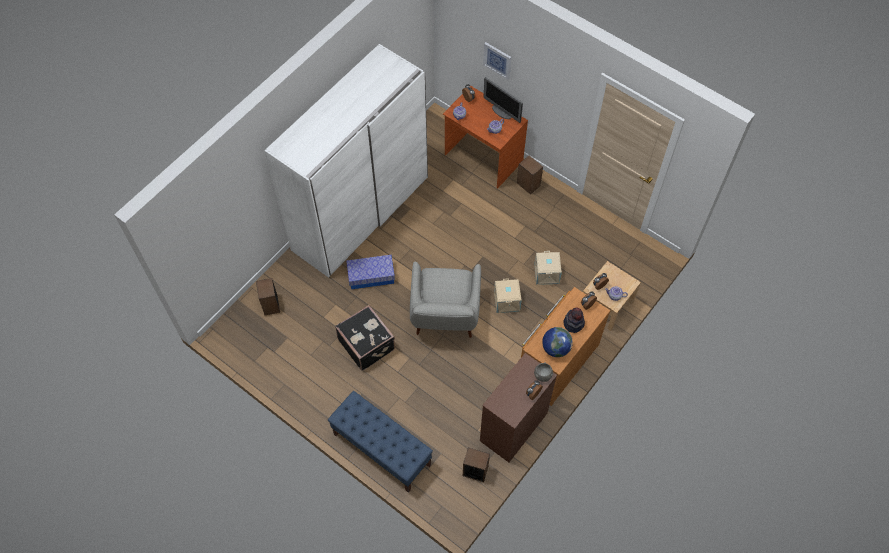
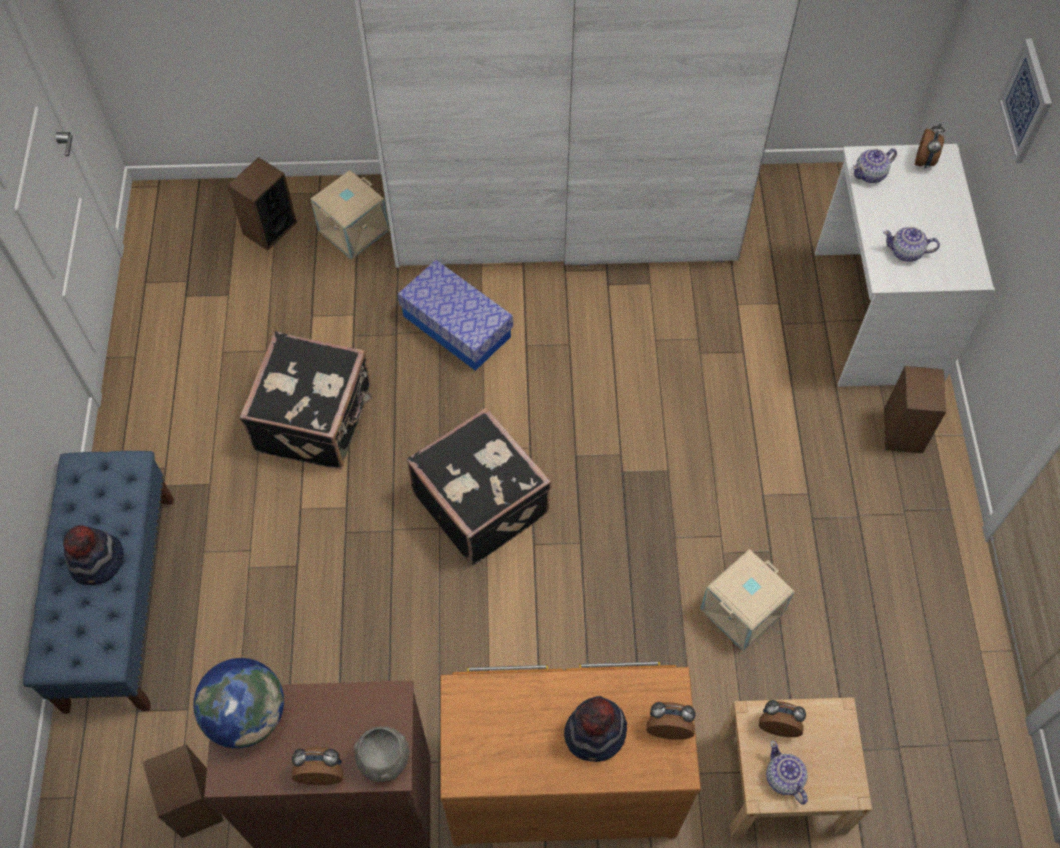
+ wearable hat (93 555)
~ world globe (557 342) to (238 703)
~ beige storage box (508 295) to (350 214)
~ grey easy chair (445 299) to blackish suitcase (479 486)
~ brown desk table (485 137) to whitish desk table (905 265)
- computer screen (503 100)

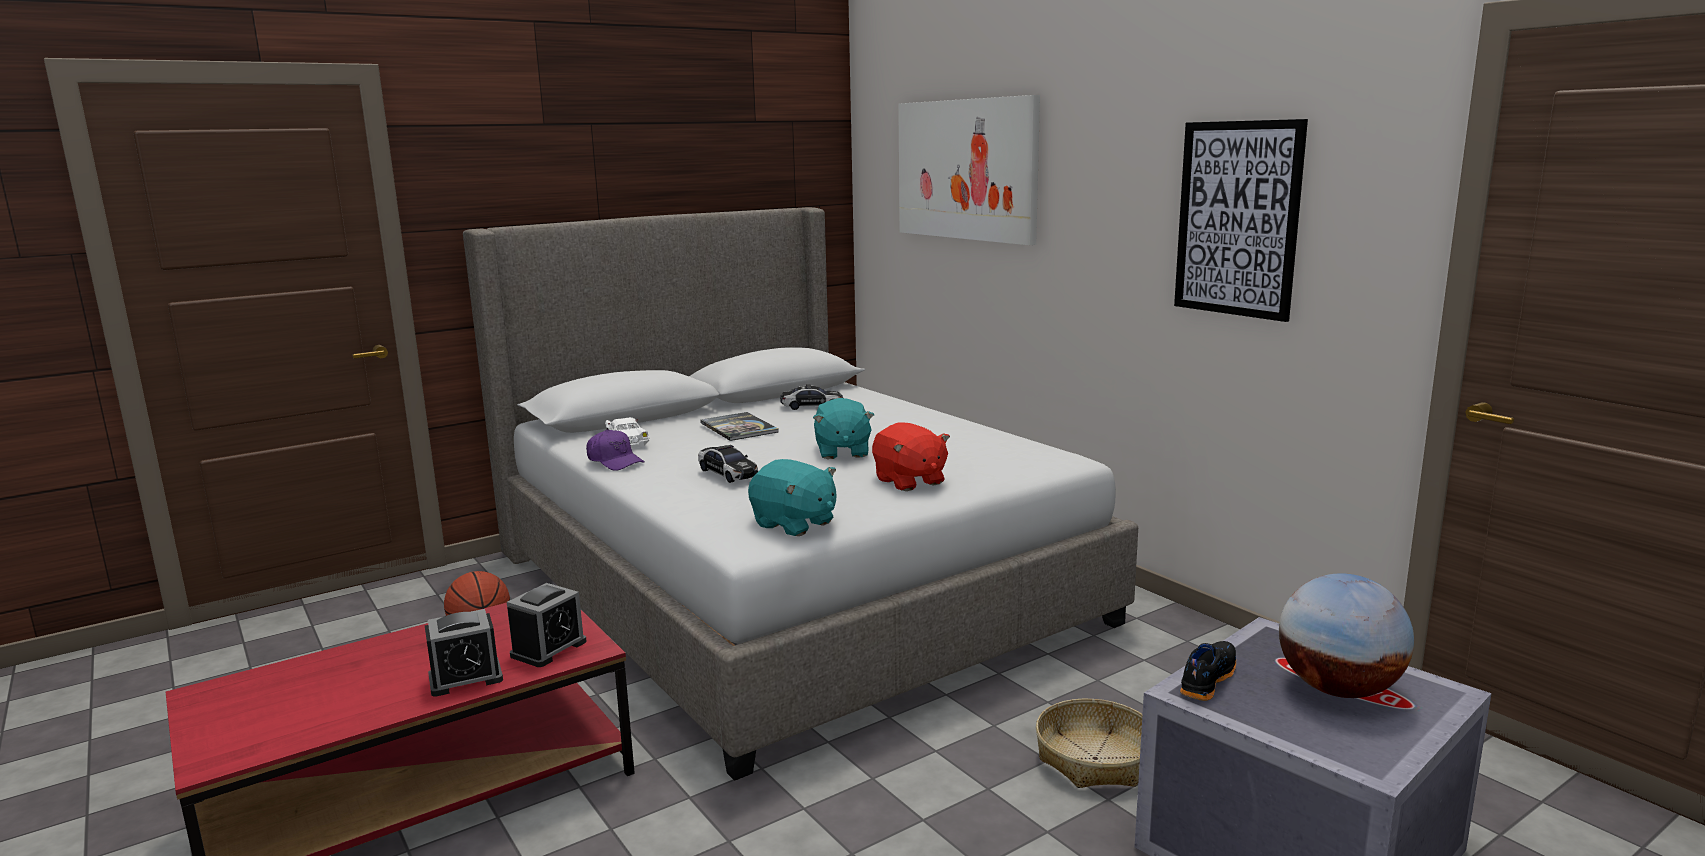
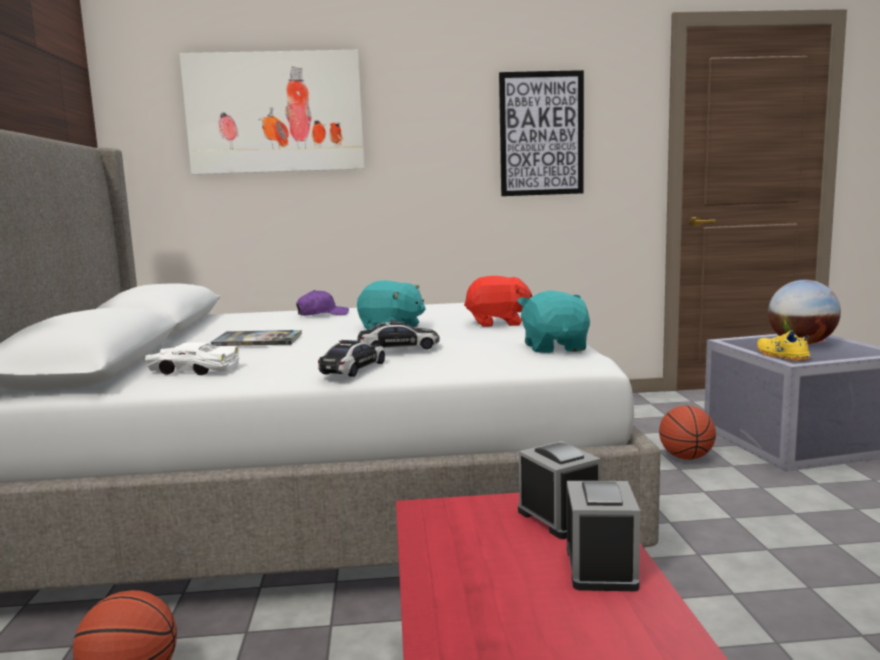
~ purple-coloured baseball cap (615 450) to (322 303)
~ toy car (811 397) to (351 358)
~ turquoise plush toy (792 497) = (553 321) 75 degrees counterclockwise
~ storage basket (1089 743) to basketball (687 432)
~ blackish item of footwear (1208 671) to yellow-coloured item of footwear (784 345)

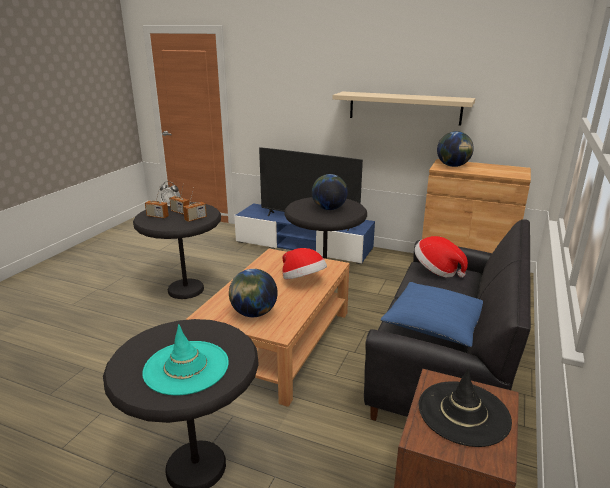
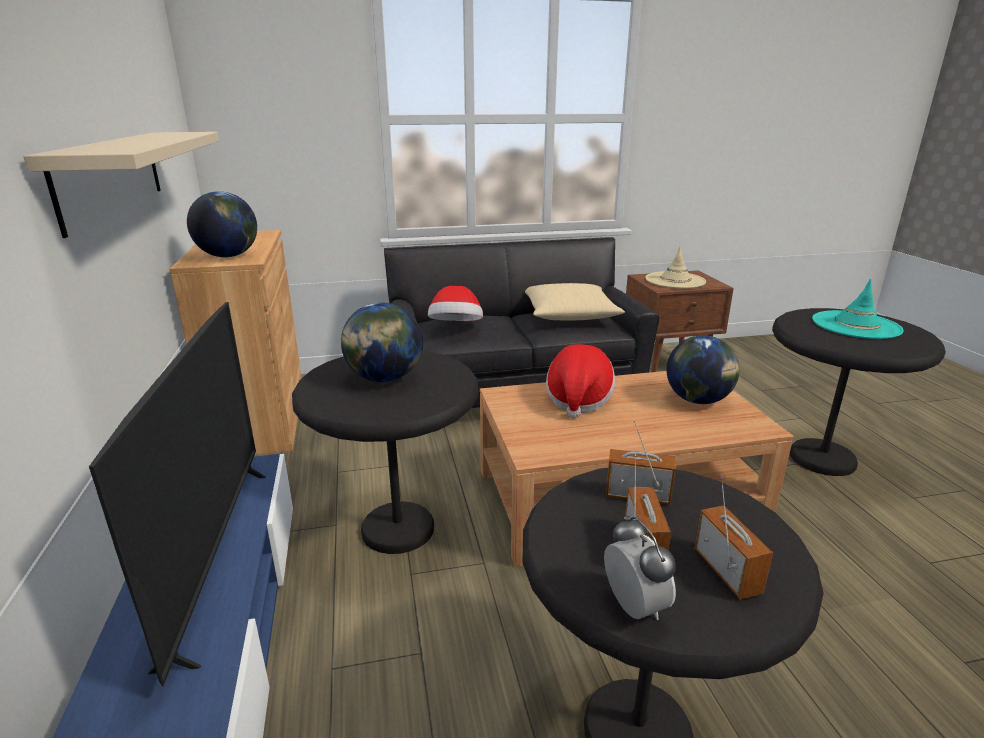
~ blue-coloured pillow (431 314) to beige pillow (575 301)
~ blackish wearable hat (465 407) to beige wearable hat (675 267)

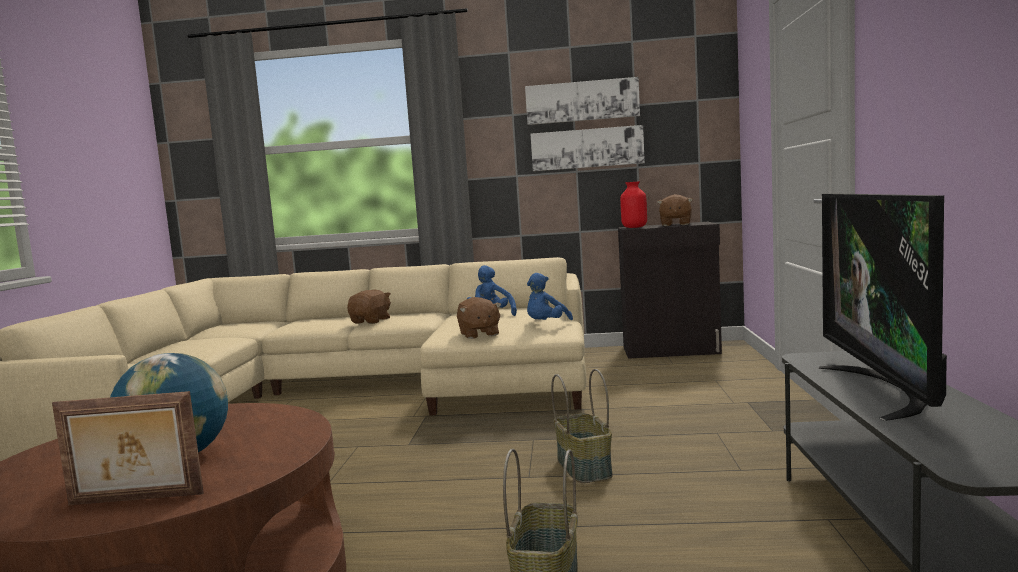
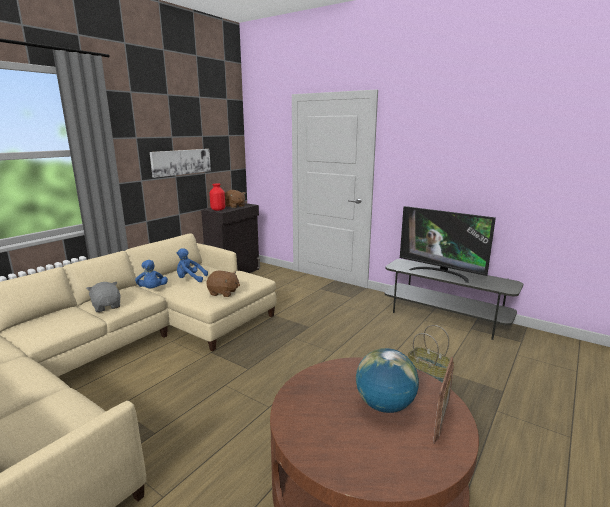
~ brown plush toy (369 306) to grey plush toy (103 297)
~ blue-coloured plush toy (550 296) to (151 274)
- picture (582 101)
- storage basket (582 426)

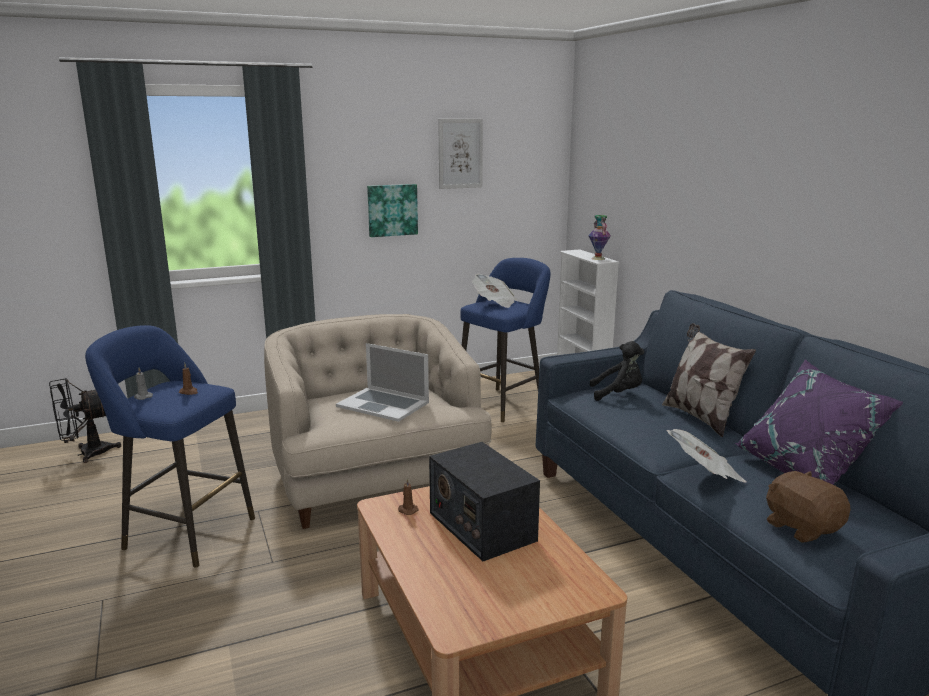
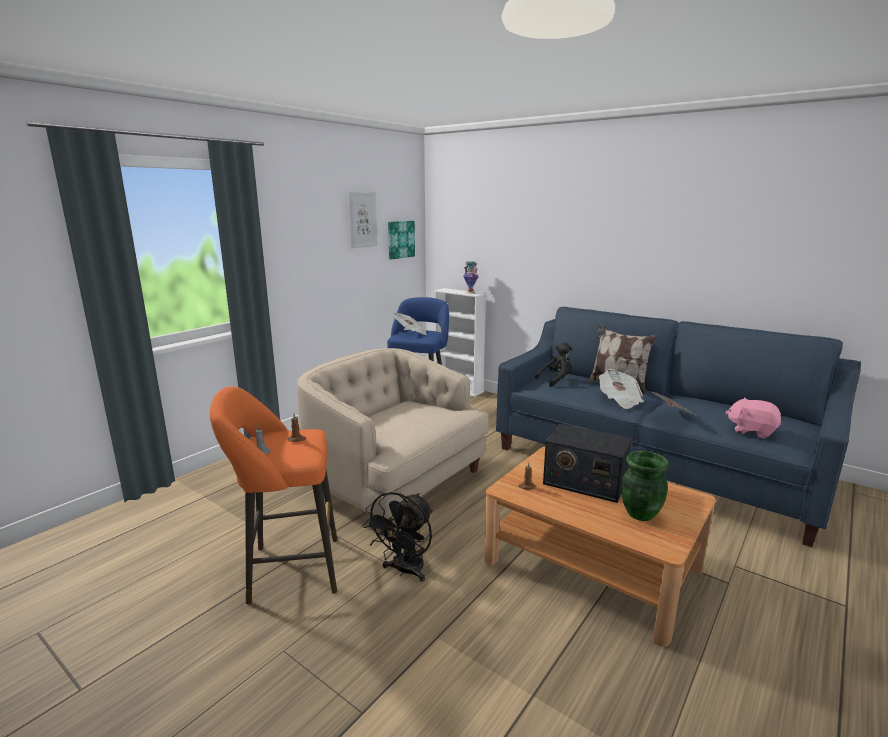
~ blue-coloured sitting stool (170 446) to orange sitting stool (273 495)
~ blackish fan (85 420) to (397 537)
~ picture (392 210) to (401 240)
+ newspaper (621 389)
+ greenish flower vase (645 486)
~ brown plush toy (808 506) to pinkish plush toy (753 418)
- notebook computer (382 382)
- purple-coloured pillow (819 422)

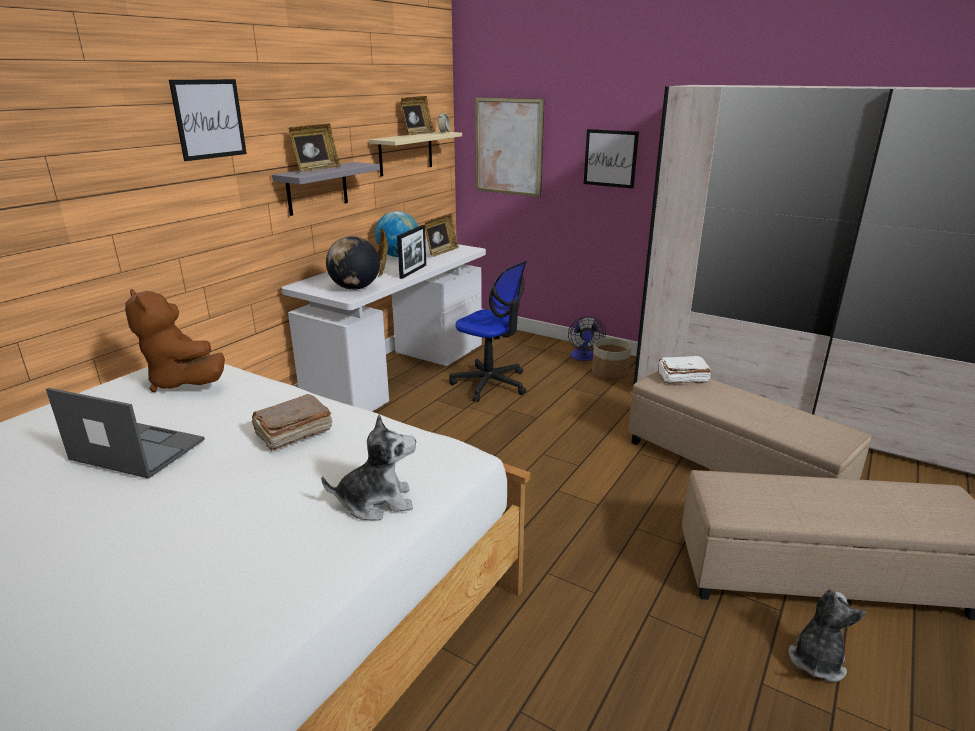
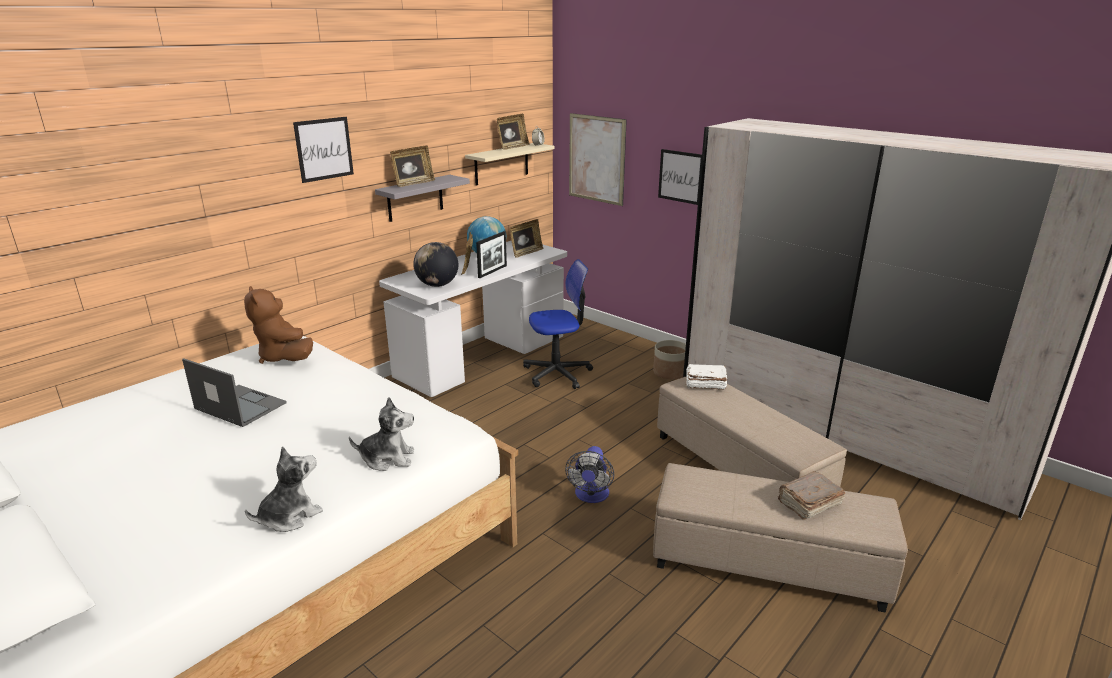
~ plush toy (827 635) to (284 489)
~ desk chair (488 331) = (558 324) 60 degrees counterclockwise
~ fan (587 338) to (589 474)
~ brown book (291 422) to (811 495)

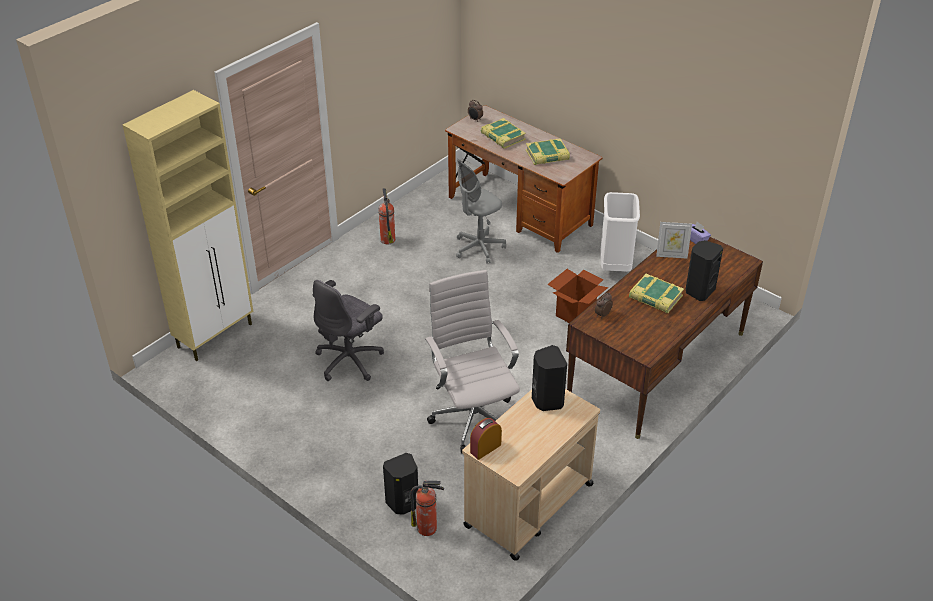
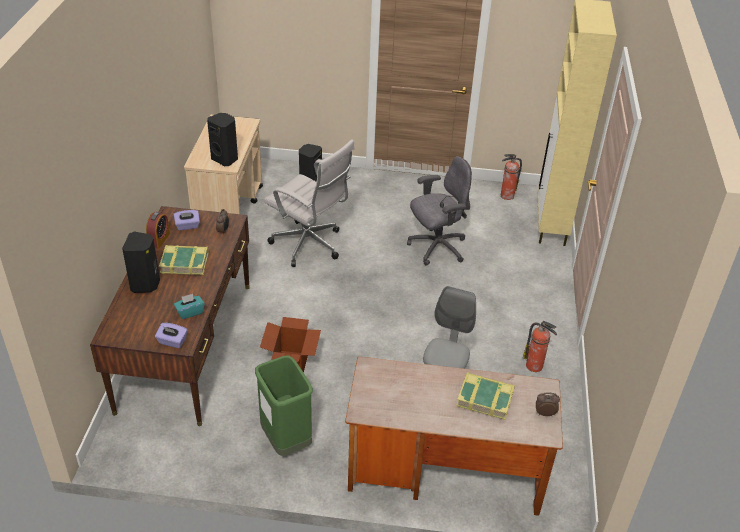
~ table clock (486 439) to (158 230)
+ purple-coloured box of tissues (187 220)
~ picture frame (674 240) to turquoise box of tissues (189 306)
~ whitish trash can (620 232) to greenish trash can (284 405)
~ grey desk chair (348 330) = (439 211) 60 degrees clockwise
~ extinguisher (427 508) to (511 177)
- book (548 151)

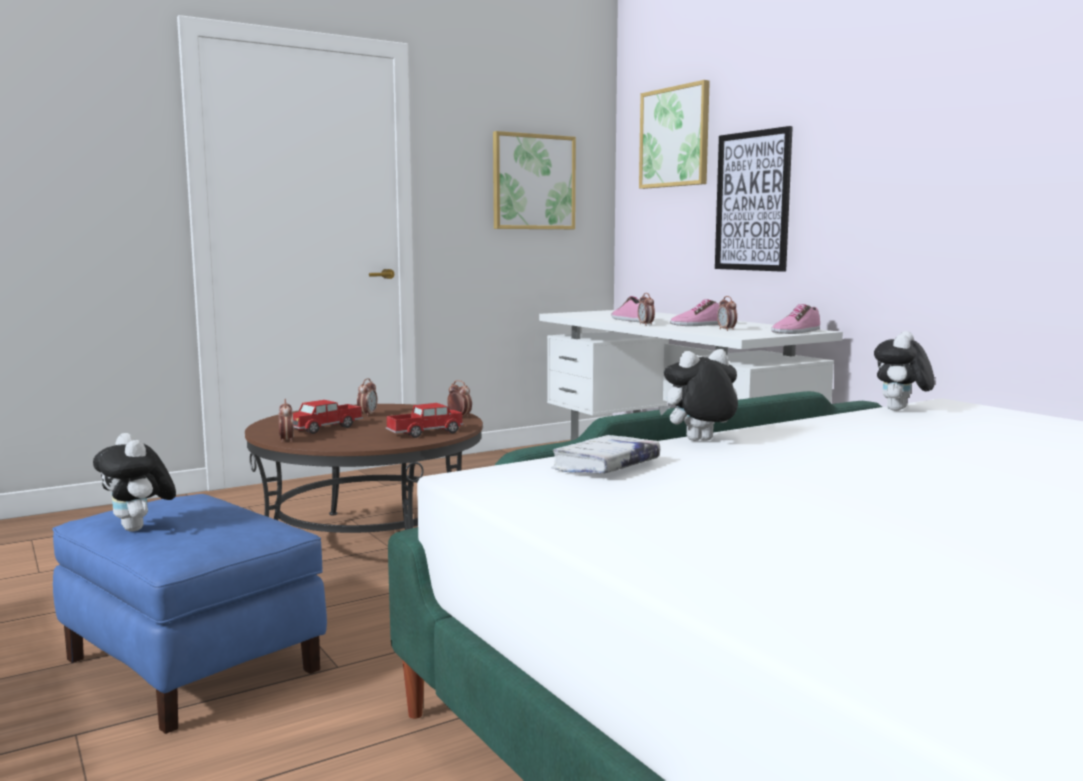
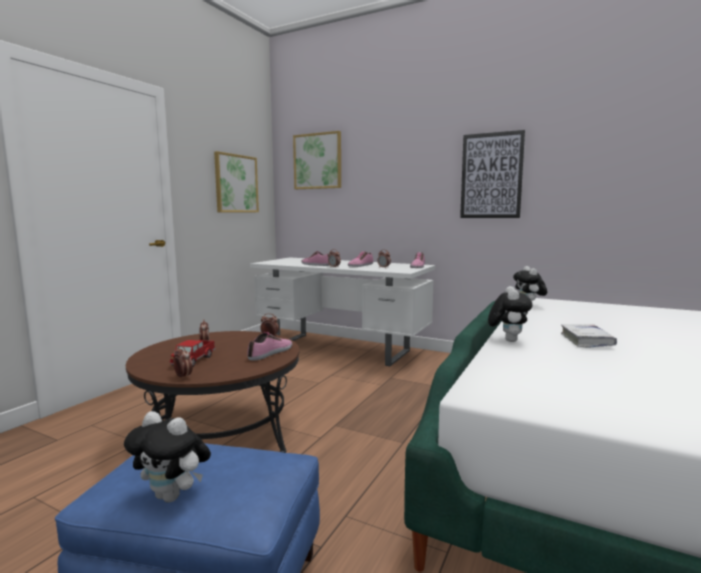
~ toy lorry (425 420) to item of footwear (269 346)
~ picture (754 199) to (492 174)
~ plush toy (698 395) = (510 314) 150 degrees clockwise
~ whitish book (606 454) to (589 336)

